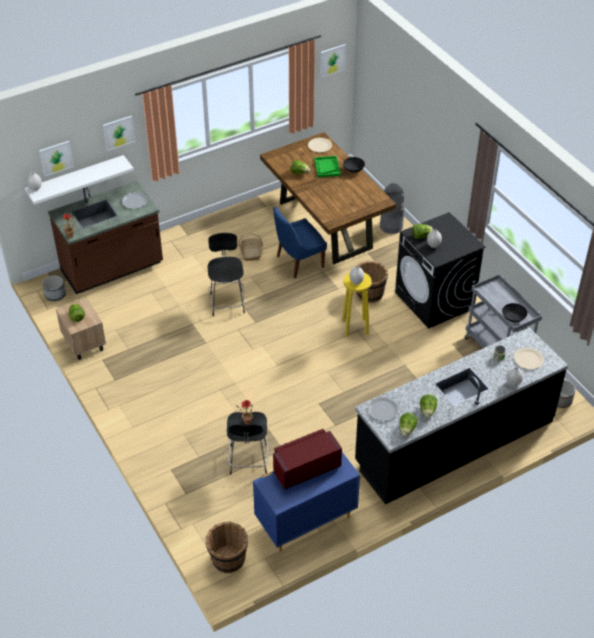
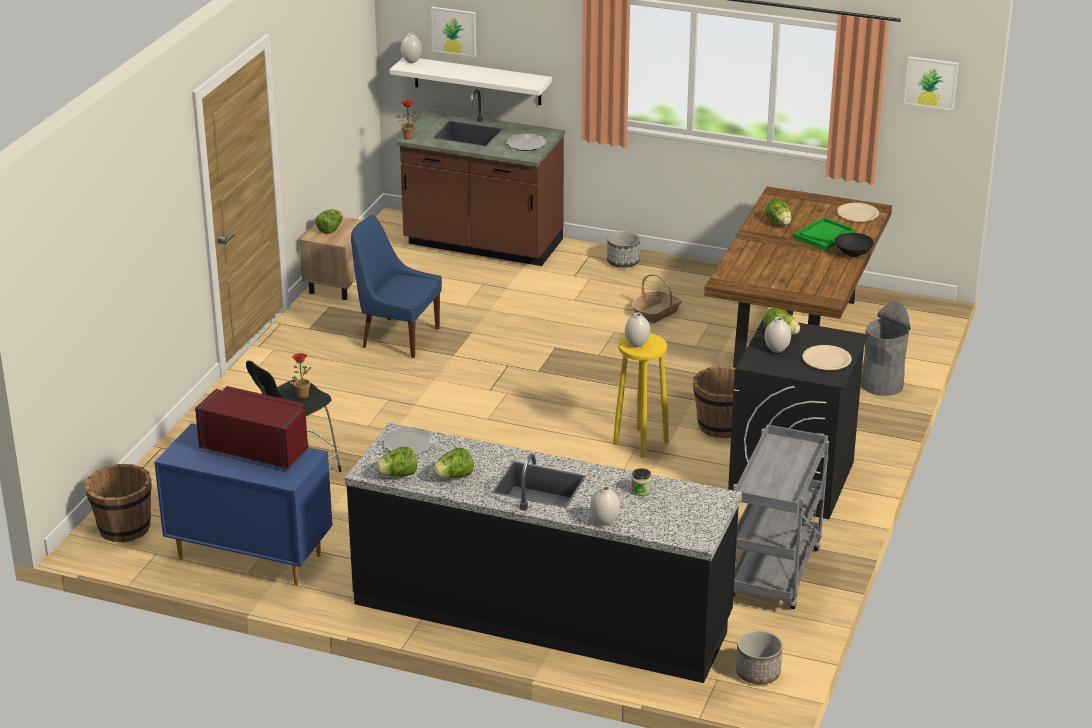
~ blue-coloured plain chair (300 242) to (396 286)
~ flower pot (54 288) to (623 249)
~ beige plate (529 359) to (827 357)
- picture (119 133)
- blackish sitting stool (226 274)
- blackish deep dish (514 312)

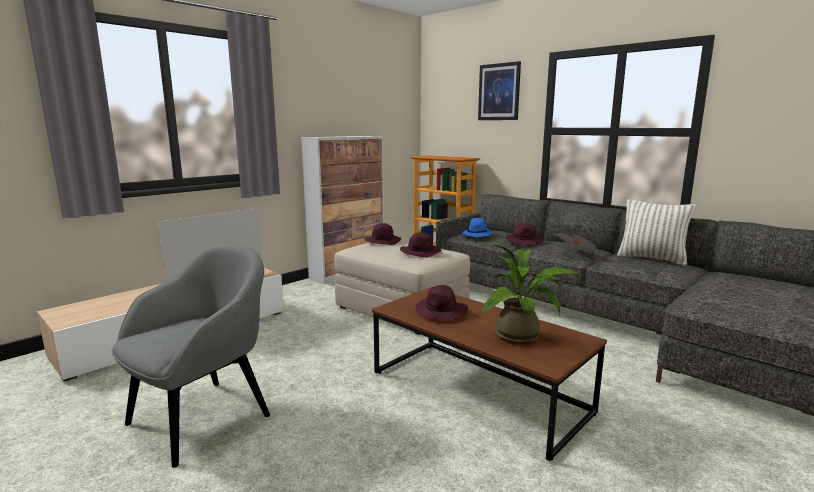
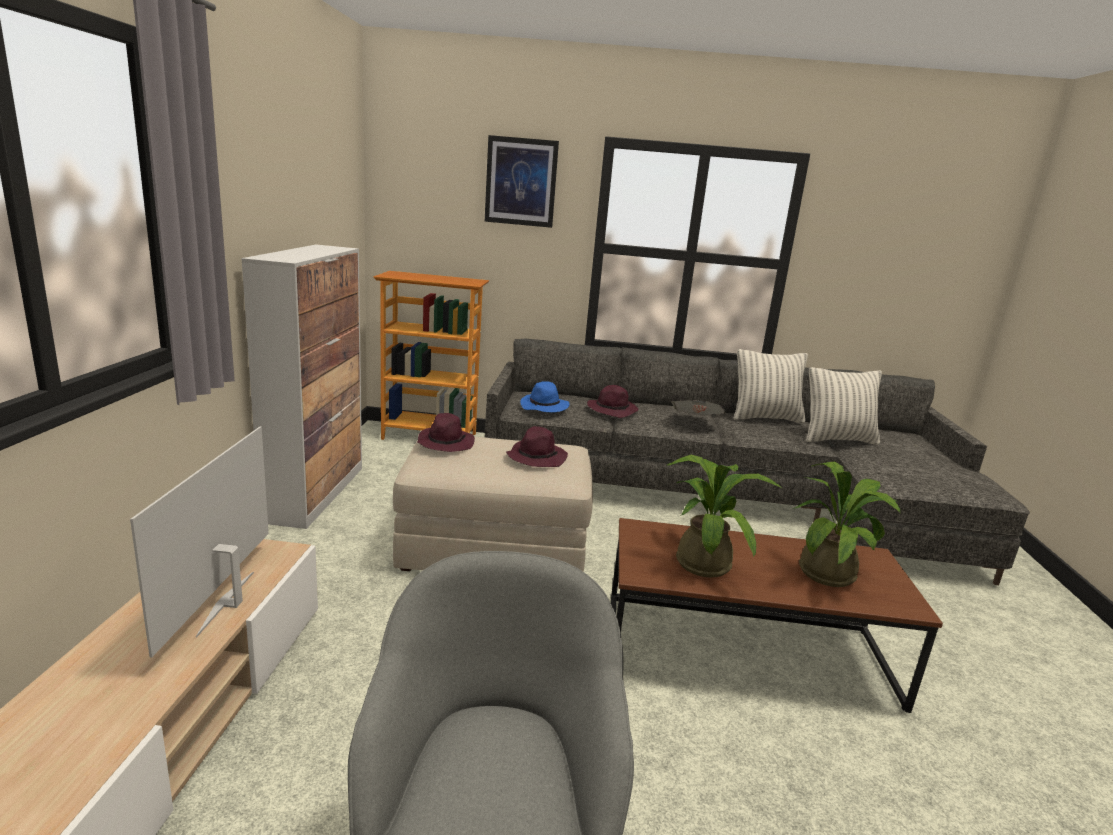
~ purple-coloured wearable hat (442 302) to plant in a pot (725 516)
+ pillow (844 406)

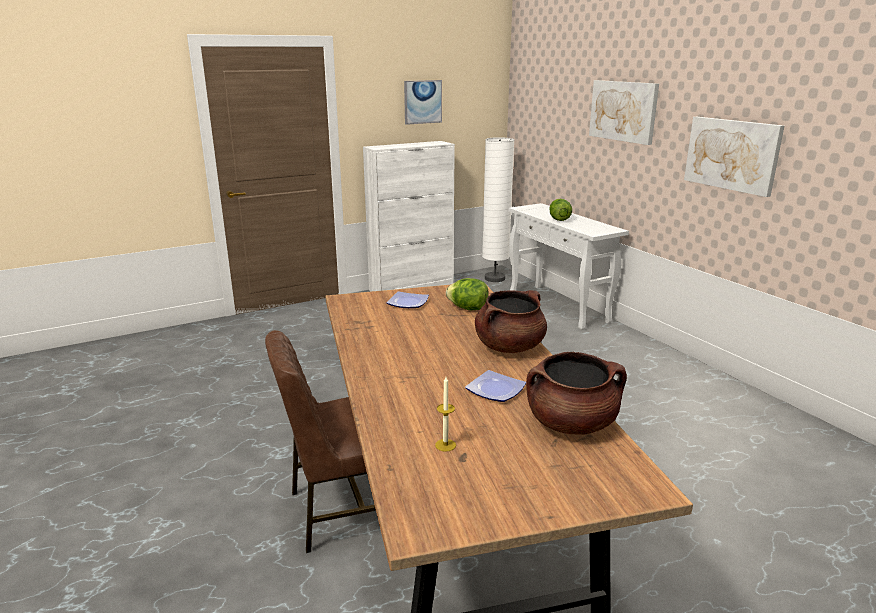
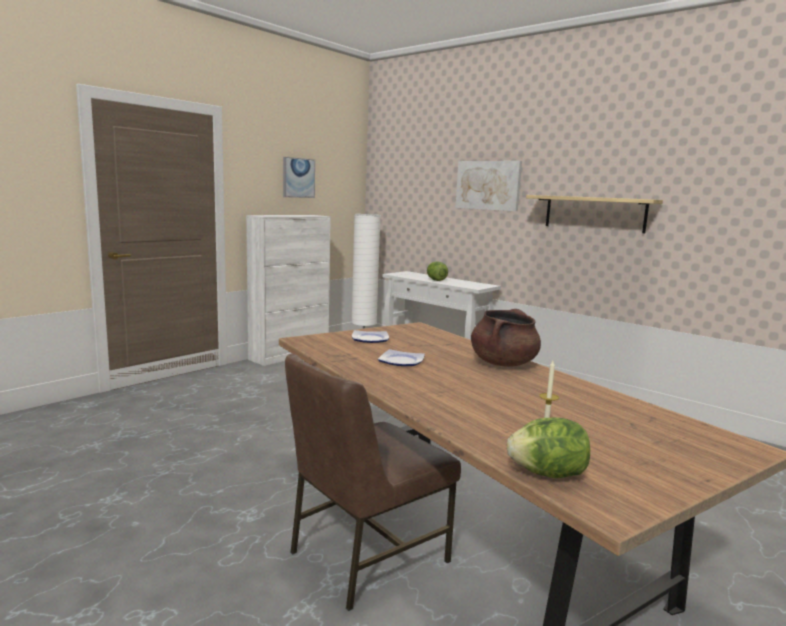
~ plate (495 386) to (401 357)
~ lettuce head (467 294) to (548 448)
~ picture (734 157) to wall shelf (594 214)
- brown cooking pot (576 393)

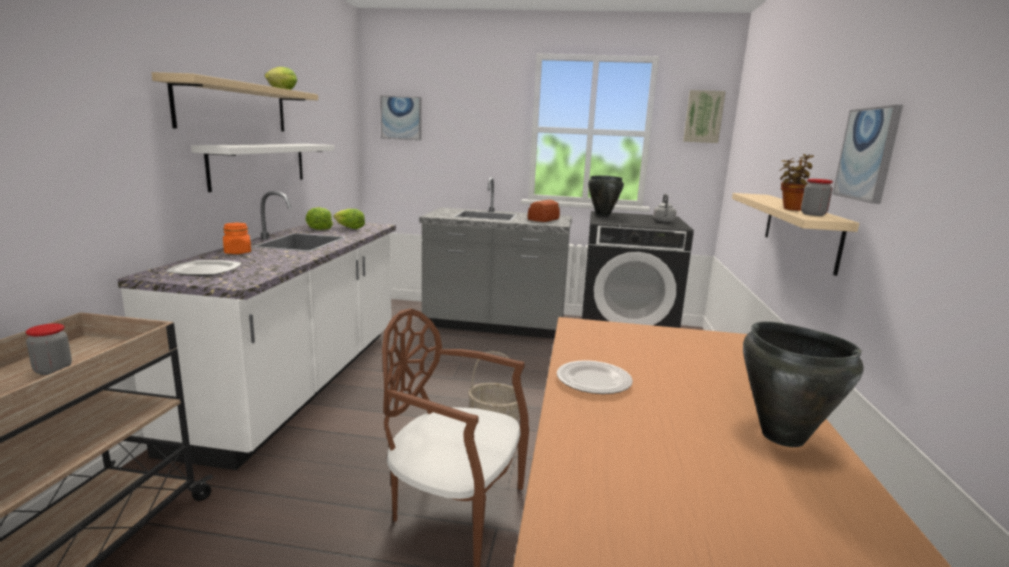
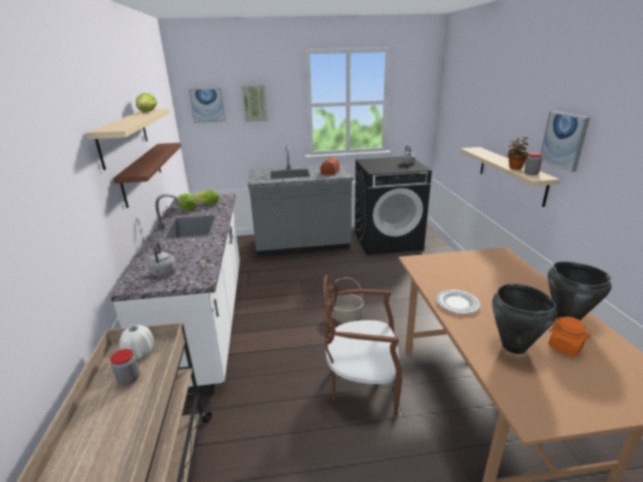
~ whitish wall shelf (262 168) to brown wall shelf (147 175)
+ whitish flower vase (137 342)
~ plate (203 268) to grey kettle (162 259)
~ picture (704 116) to (254 103)
~ blackish cooking pot (606 196) to (524 318)
~ orange storage jar (237 238) to (569 336)

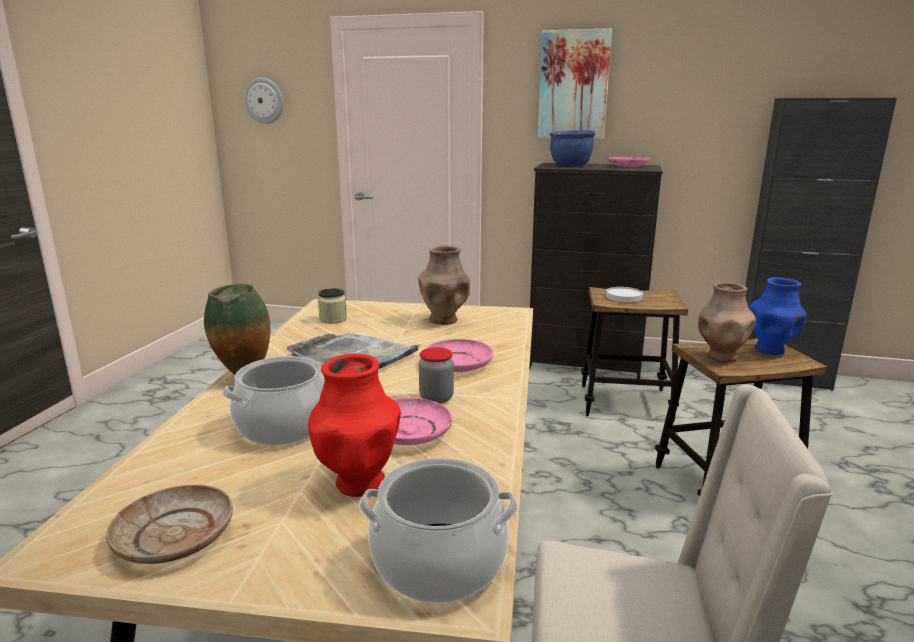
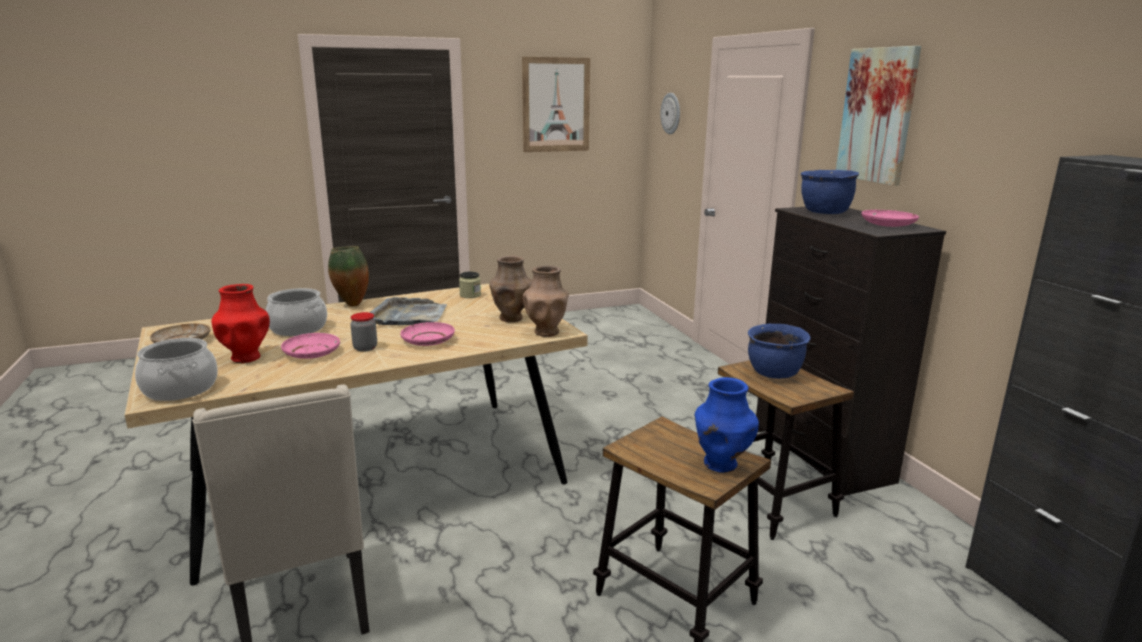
+ picture (556 104)
~ brown flower vase (727 322) to (546 301)
~ whitish plate (624 294) to blue-coloured cooking pot (779 351)

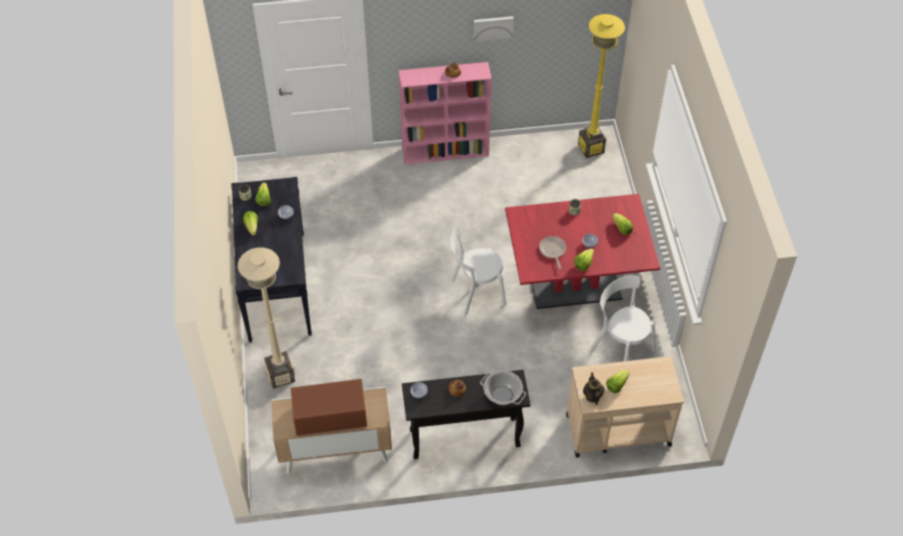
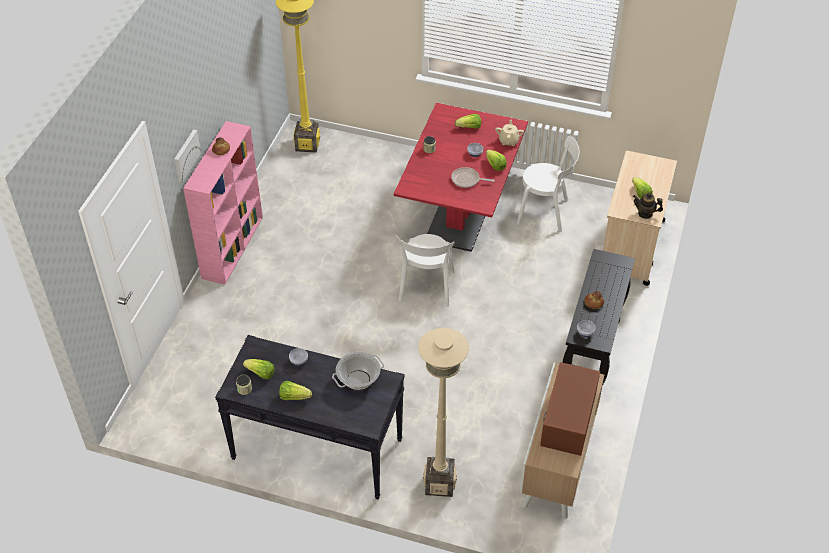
~ picture (494 29) to (187 155)
~ cooking pot (503 387) to (358 371)
+ beige pot for tea (509 132)
~ whitish plain chair (623 318) = (548 184) 150 degrees counterclockwise

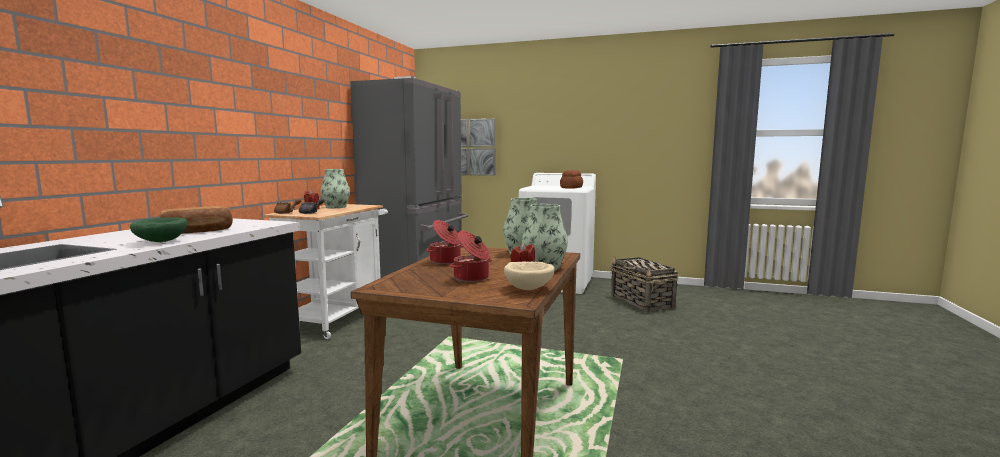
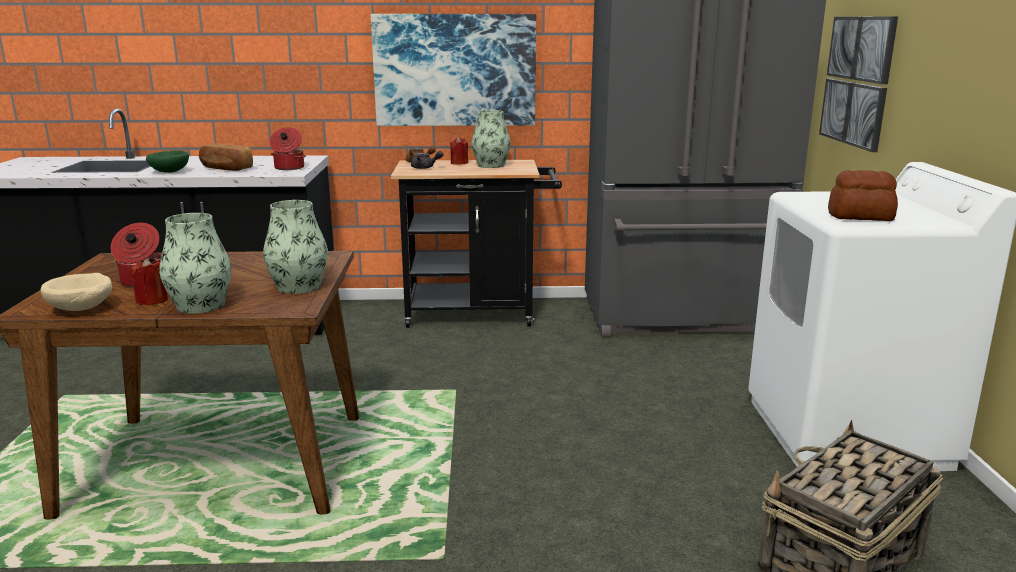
~ cooking pot (444 242) to (287 148)
+ picture (453 70)
~ whitish trolley (326 271) to blackish trolley (476 244)

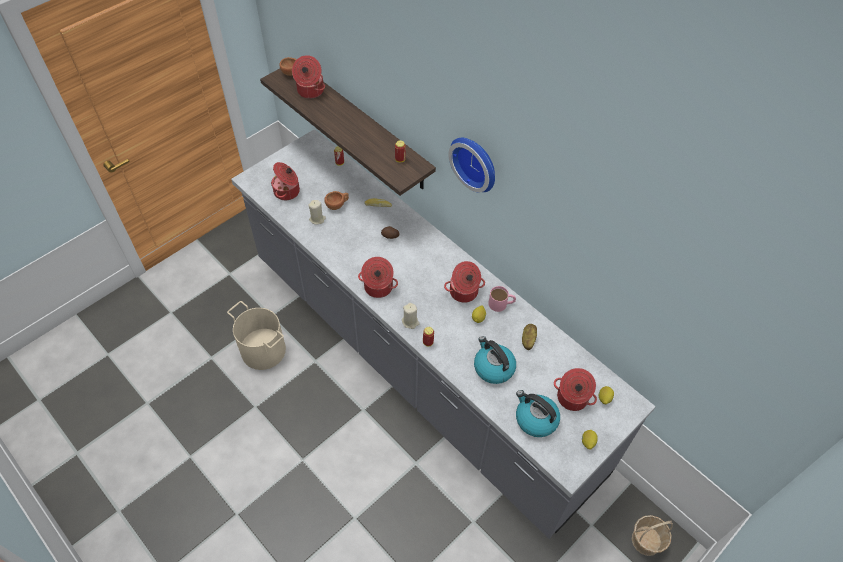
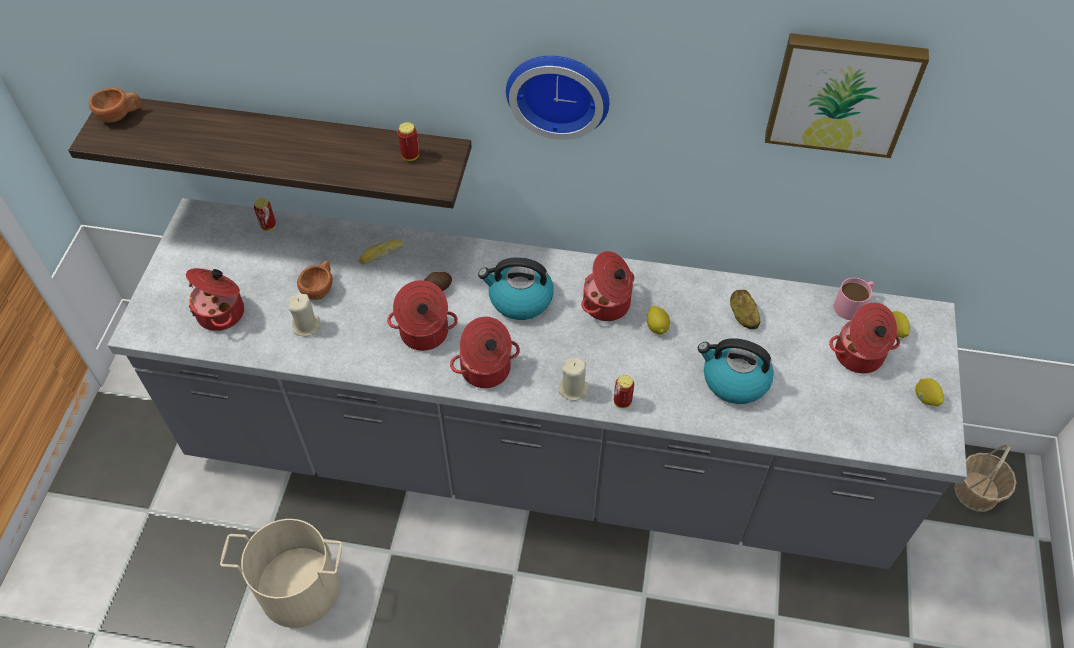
~ cooking pot (308 77) to (422 315)
~ kettle (538 413) to (516 288)
+ picture (847 95)
~ pinkish mug (502 299) to (854 299)

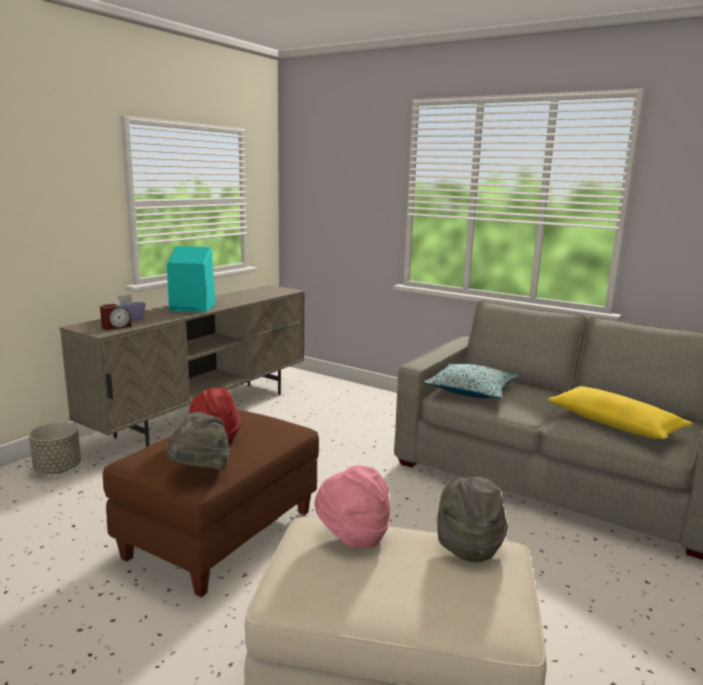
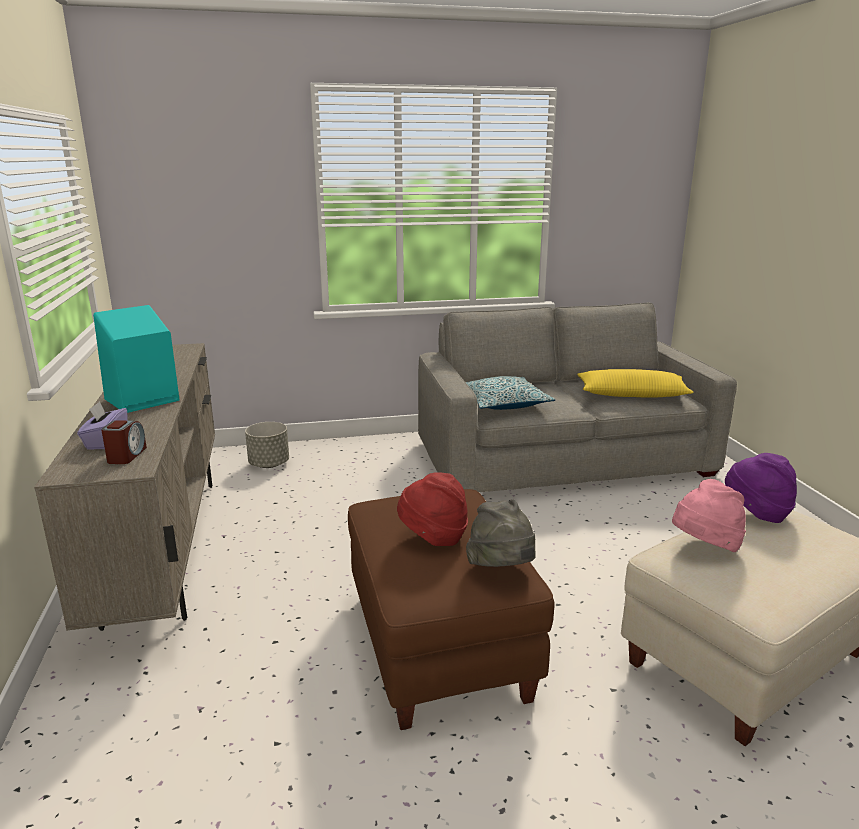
~ grey flower pot (55 448) to (267 445)
~ grey wearable hat (472 519) to purple-coloured wearable hat (761 488)

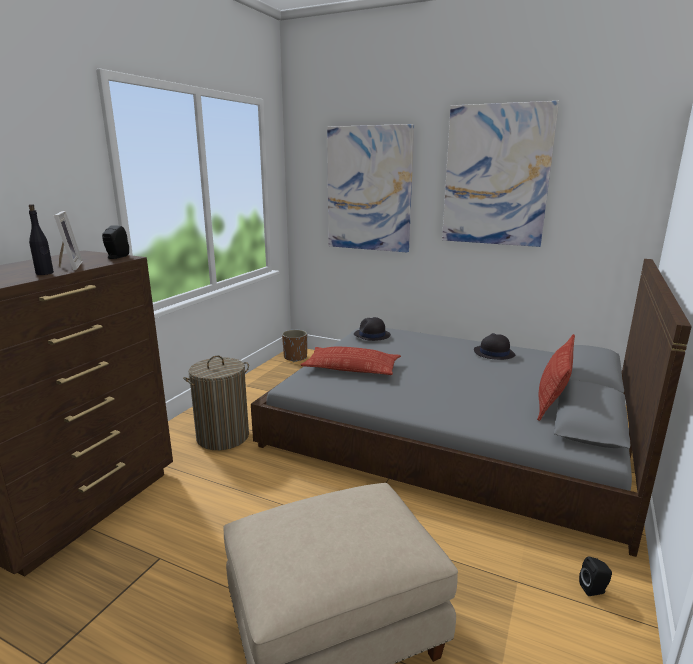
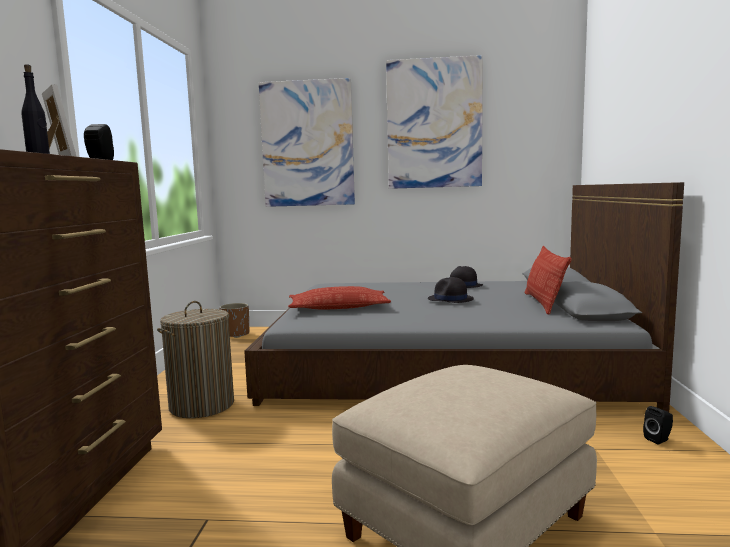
~ blackish wearable hat (372 329) to (451 290)

